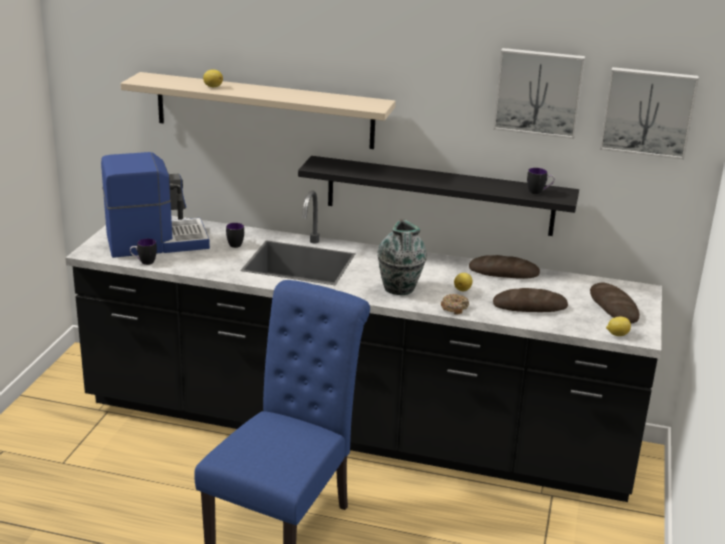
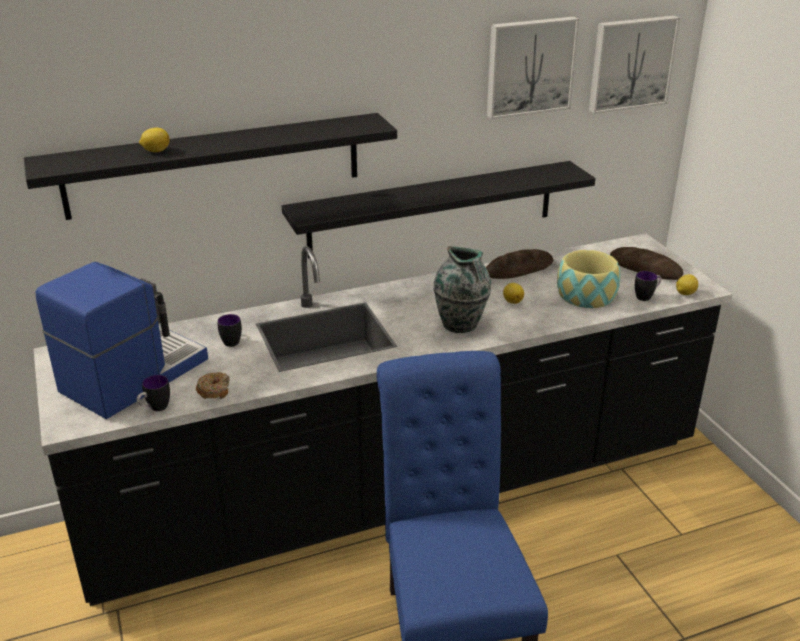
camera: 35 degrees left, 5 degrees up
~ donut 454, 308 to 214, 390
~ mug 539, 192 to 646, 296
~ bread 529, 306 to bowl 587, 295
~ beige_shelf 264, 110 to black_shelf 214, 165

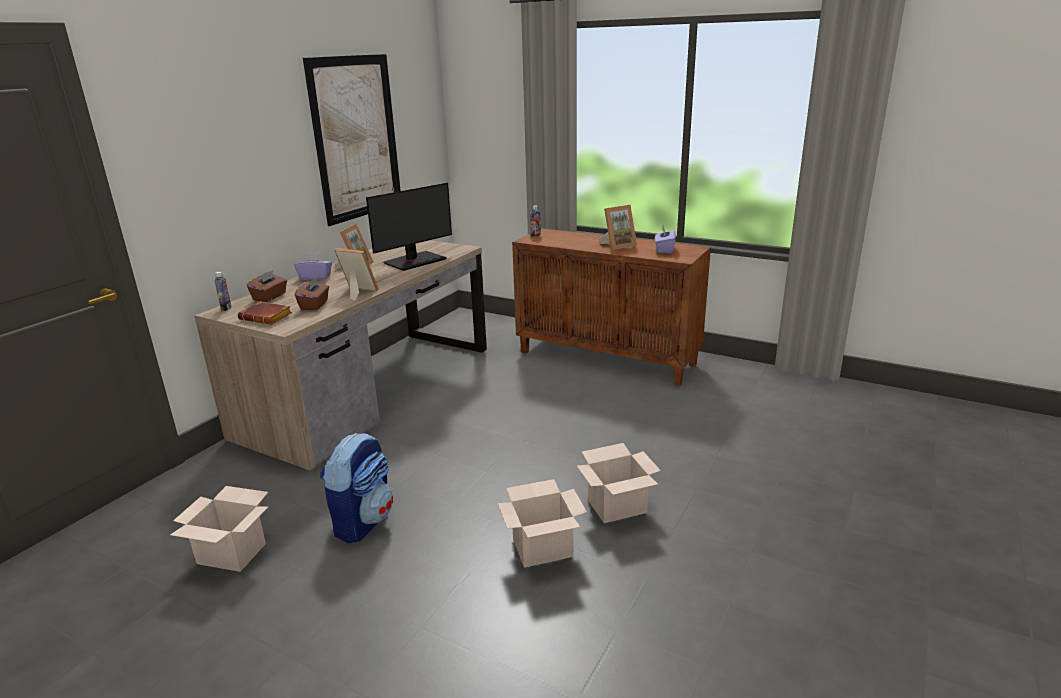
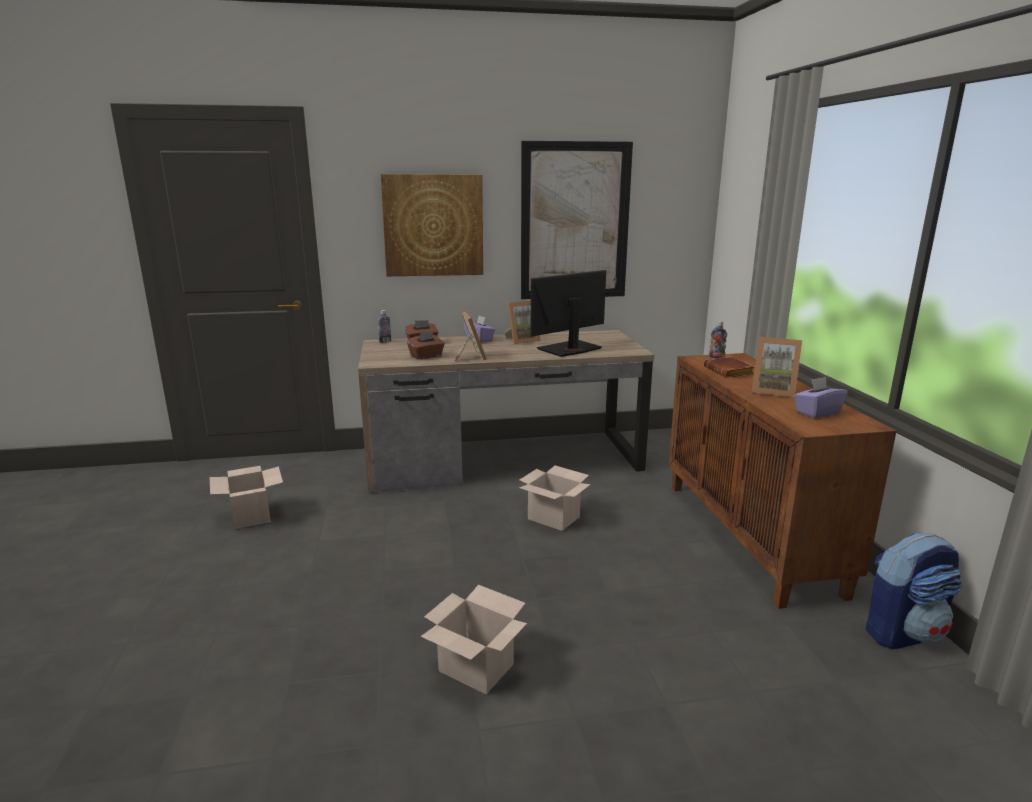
camera: 50 degrees right, 5 degrees down
+ picture 433, 225
~ brown_book 267, 317 to 730, 371
~ backpack 363, 521 to 903, 632
~ cardboard_box 543, 547 to 555, 518
~ monitor 414, 261 = 569, 349 135 degrees clockwise

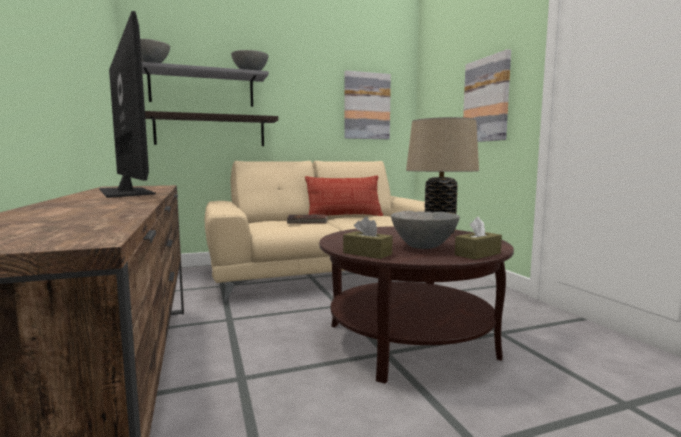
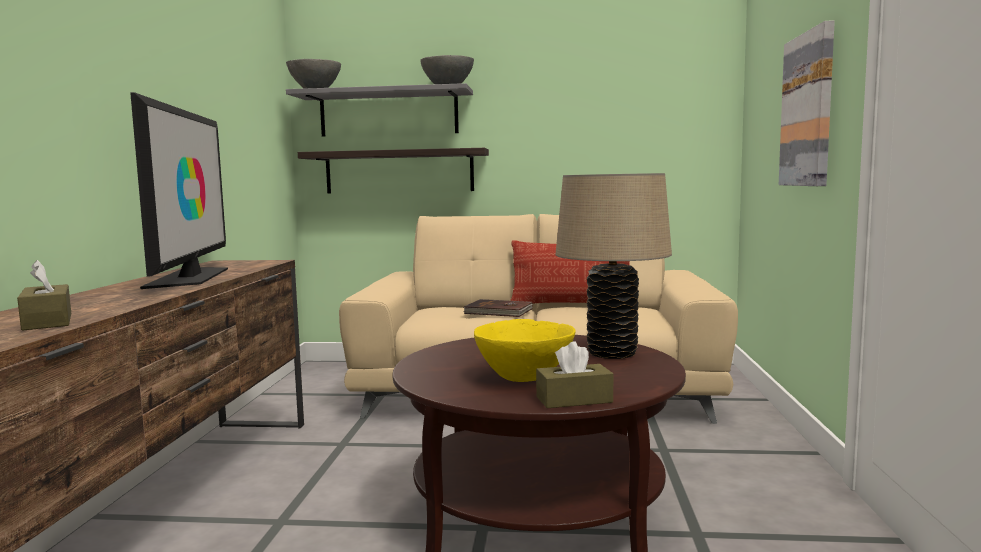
camera: 25 degrees right, 0 degrees up
- picture 366, 106
~ brown_tissue_box 367, 253 to 47, 321
~ grey_bowl 423, 247 to yellow_bowl 524, 378

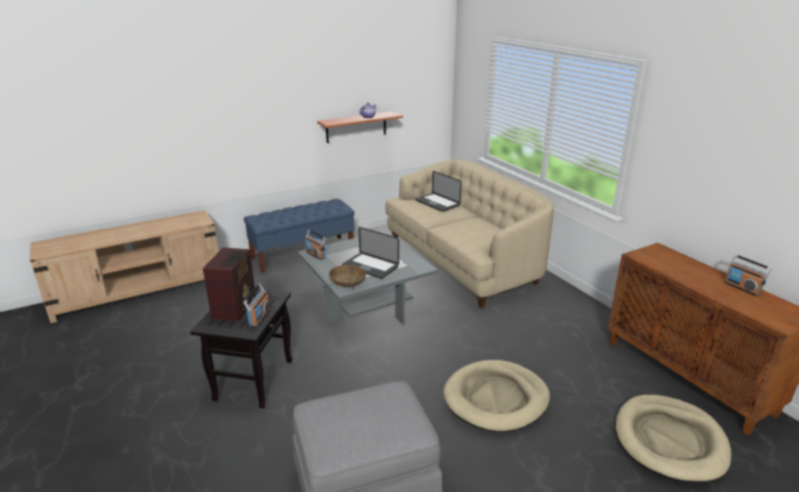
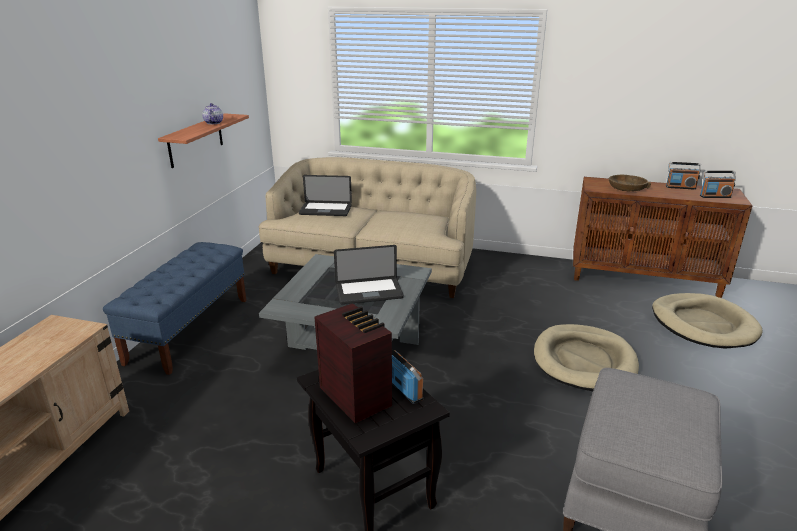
camera: 45 degrees left, 0 degrees up
~ radio 315, 254 to 715, 196
~ brown_bowl 347, 281 to 627, 188

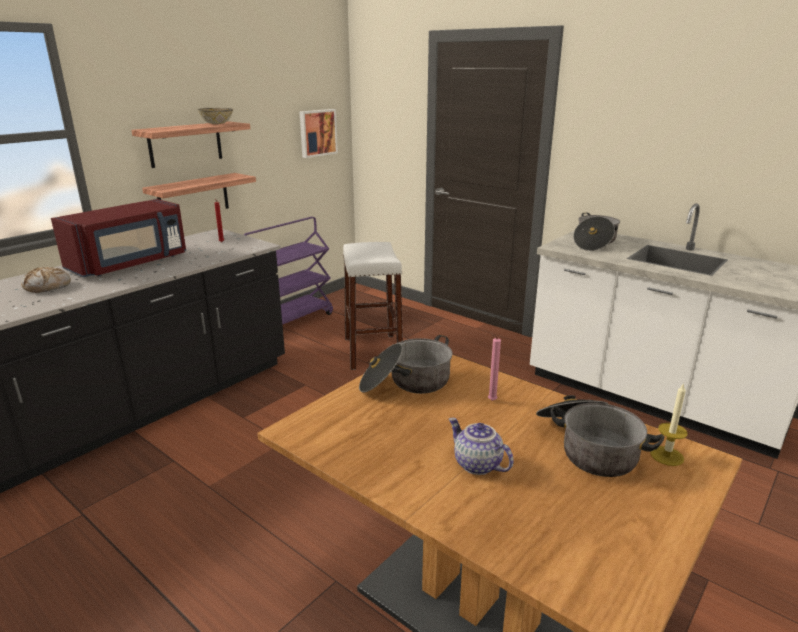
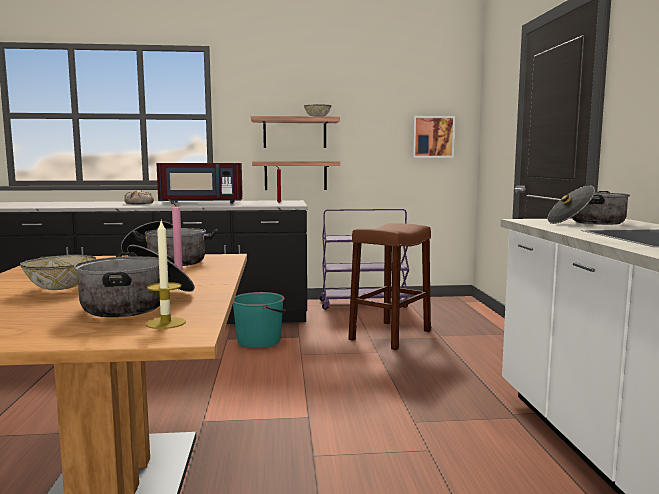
camera: 45 degrees right, 15 degrees down
+ turquoise_bucket 259, 341
~ teapot 476, 465 to bowl 60, 288
~ white_stool 372, 351 to brown_stool 390, 335

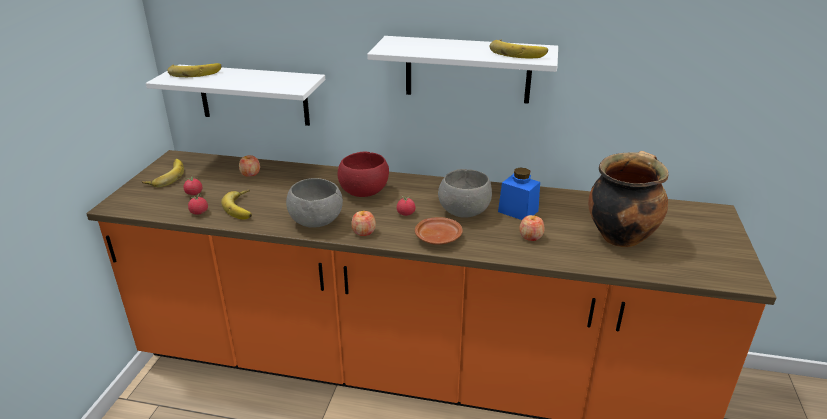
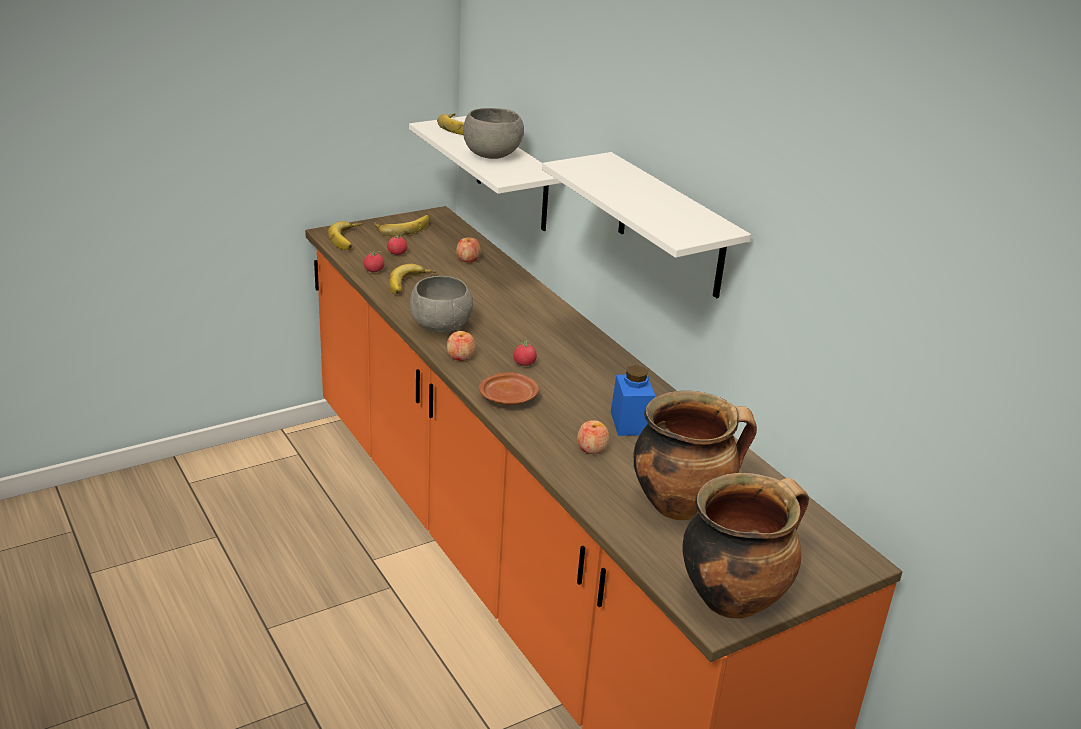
camera: 45 degrees right, 0 degrees up
- red_bowl 363, 192
+ cooking_pot 733, 597
~ grey_bowl 463, 212 to 491, 155
~ banana 518, 52 to 349, 239

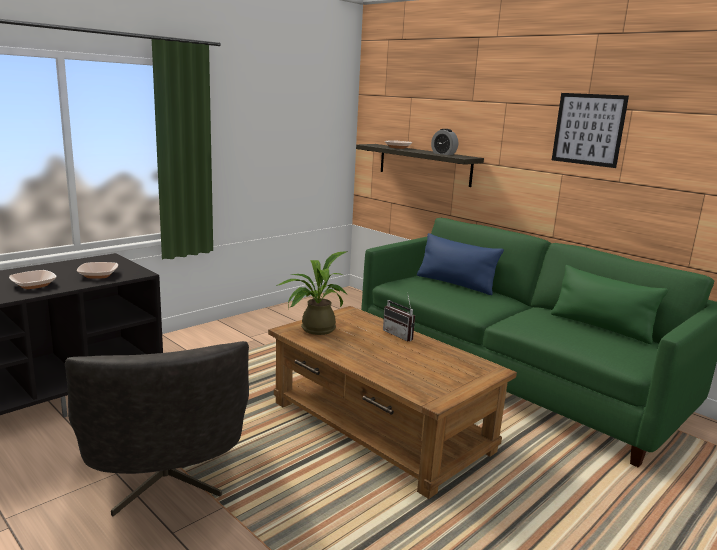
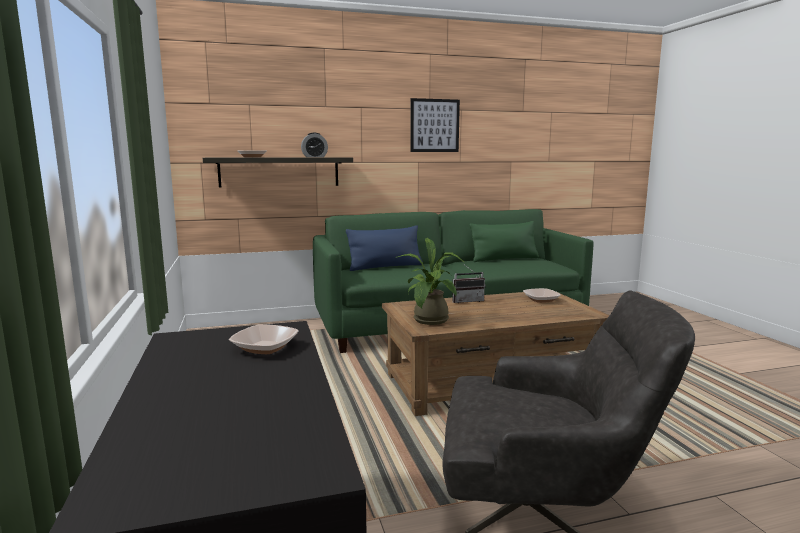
camera: 60 degrees left, 5 degrees down
~ bowl 33, 285 to 541, 300

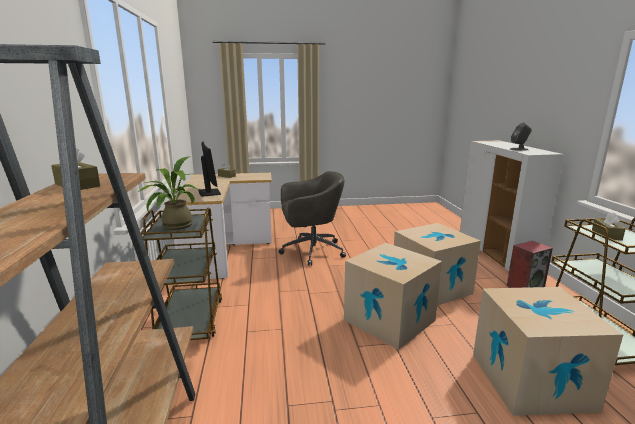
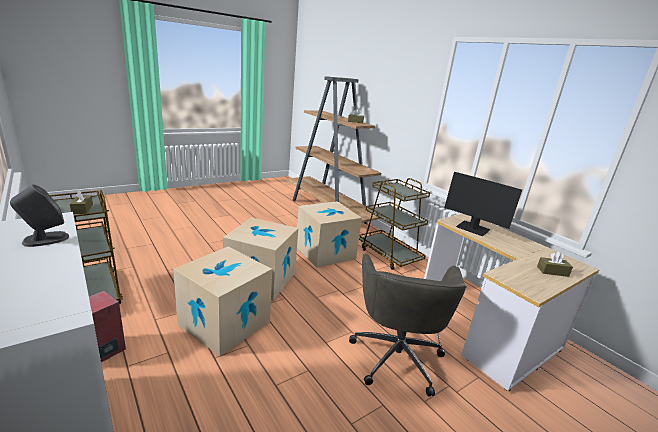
camera: 150 degrees right, 5 degrees up
- potted_plant 174, 226
~ cardboard_box 531, 381 to 325, 252
~ grey_office_chair 311, 251 = 396, 355 45 degrees counterclockwise

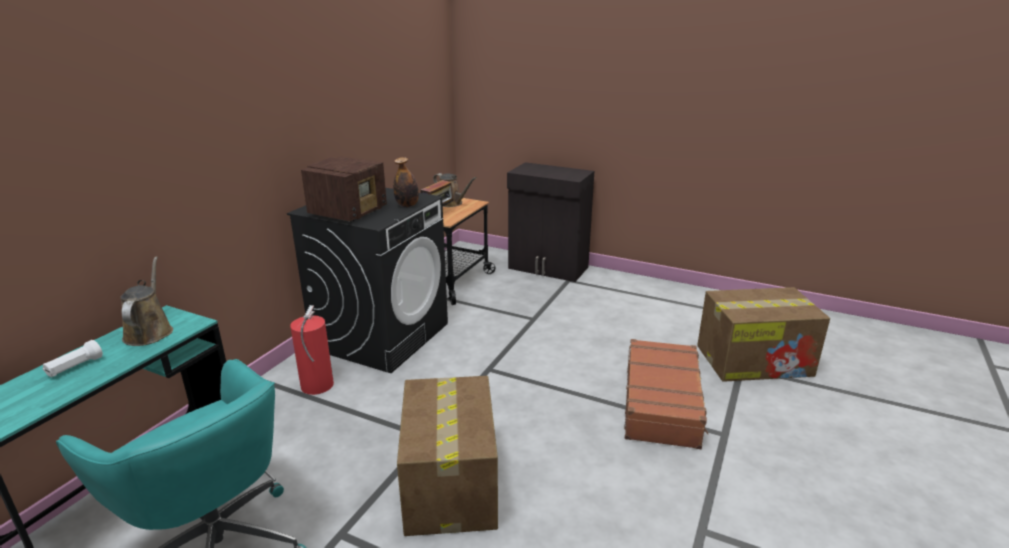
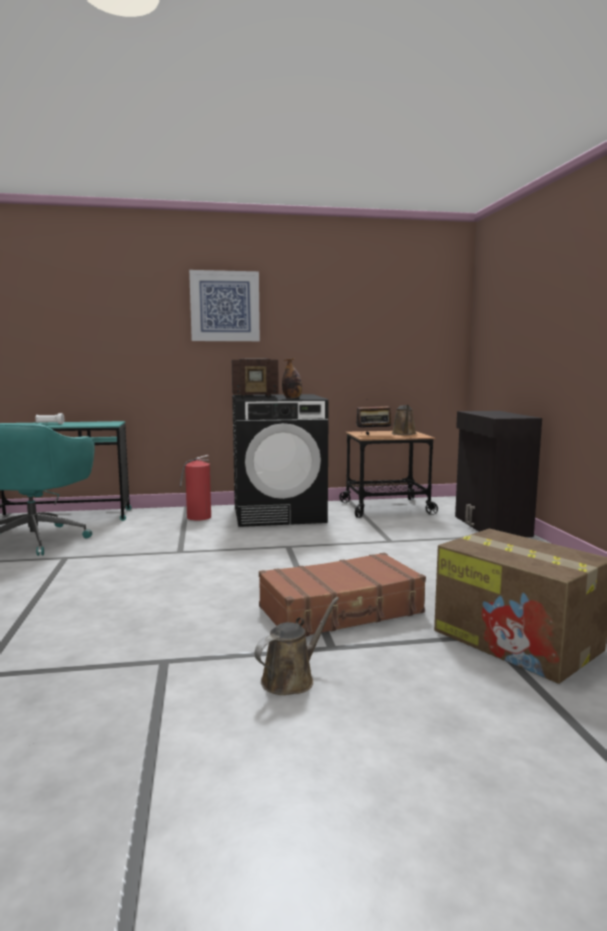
camera: 55 degrees right, 15 degrees down
- cardboard_box 450, 482
+ picture 225, 306
~ brown_watering_can 150, 331 to 291, 679

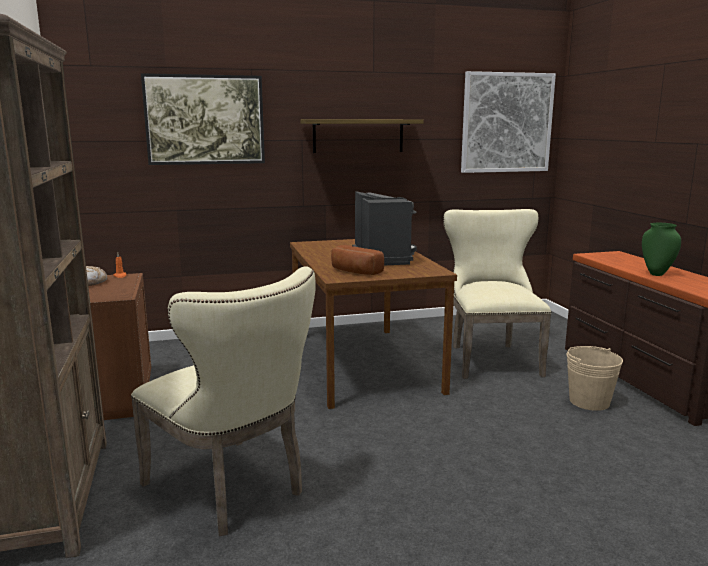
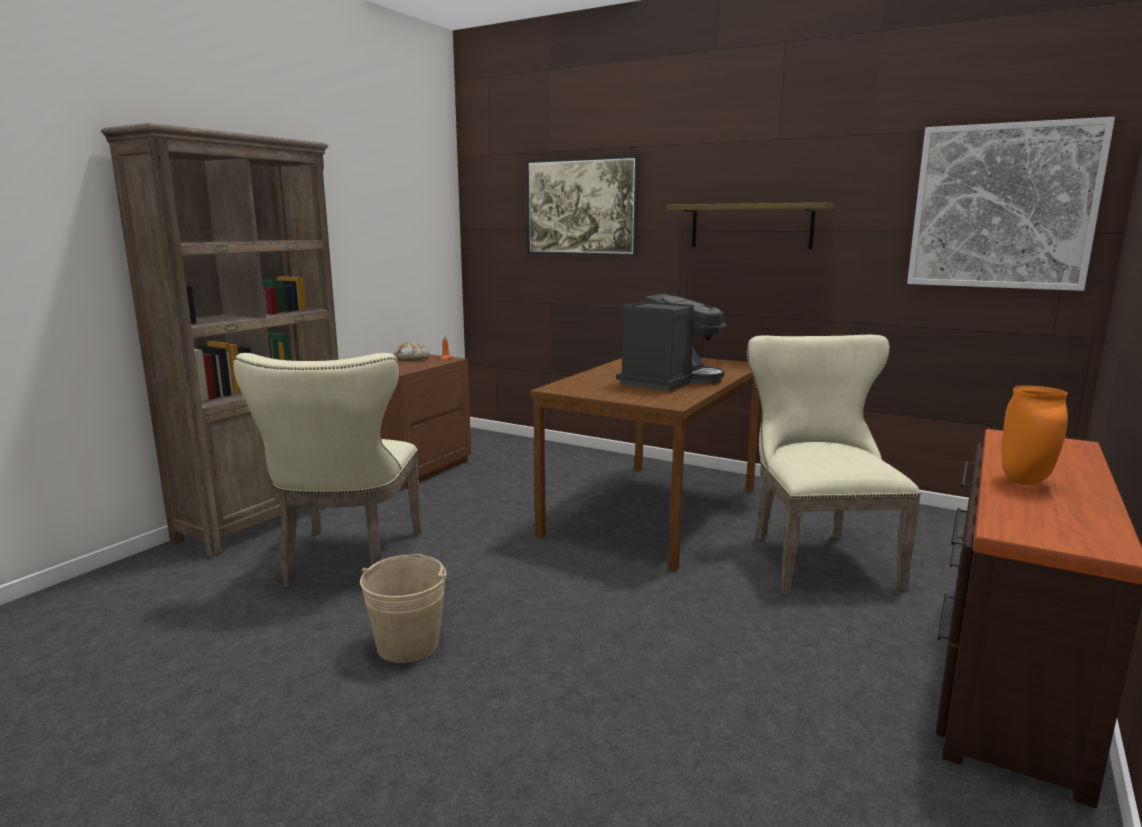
camera: 45 degrees right, 0 degrees up
- bread 354, 272
~ beige_bucket 589, 401 to 408, 645
~ green_vase 656, 274 to orange_vase 1023, 482
~ beige_chair 490, 358 = 815, 557 45 degrees counterclockwise

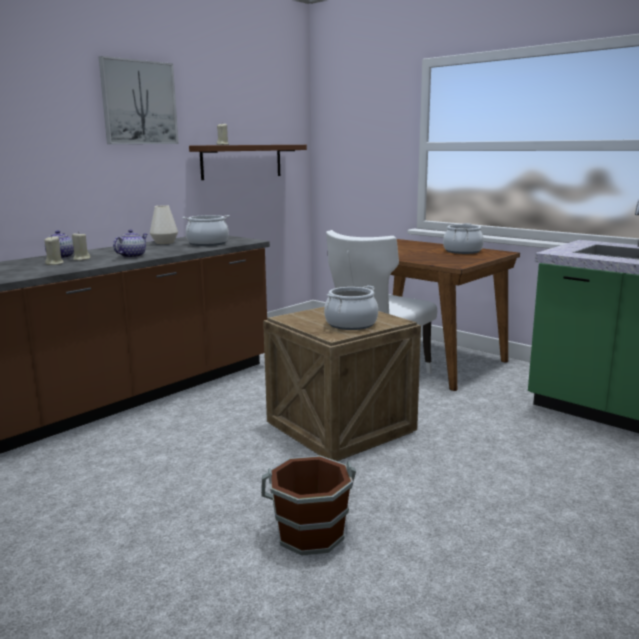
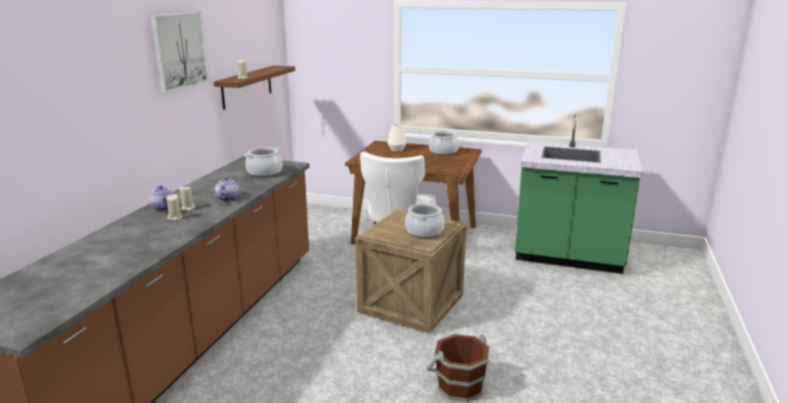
camera: 25 degrees left, 5 degrees up
~ white_vase 164, 242 to 397, 150

